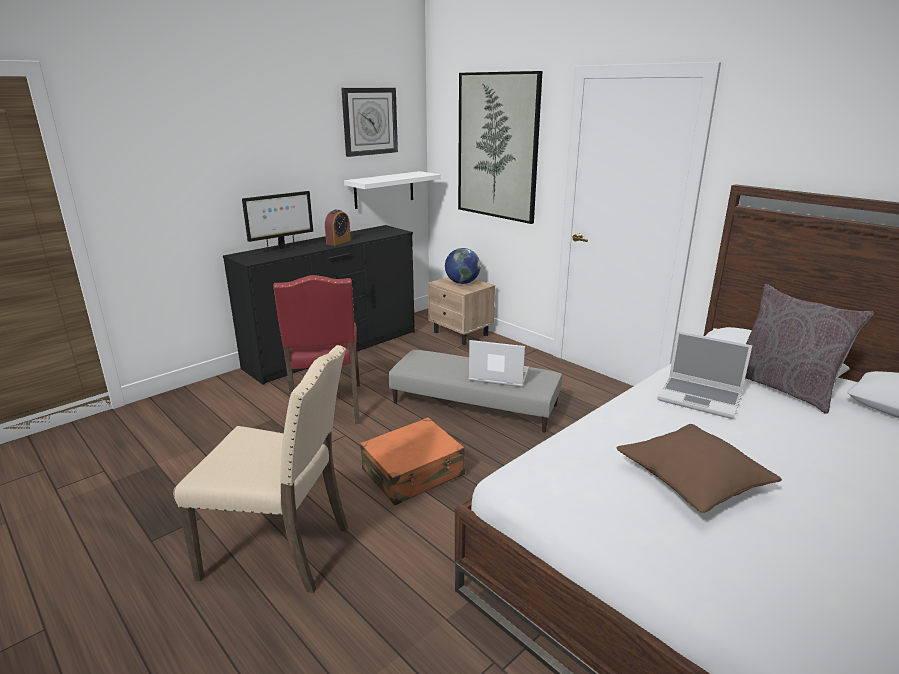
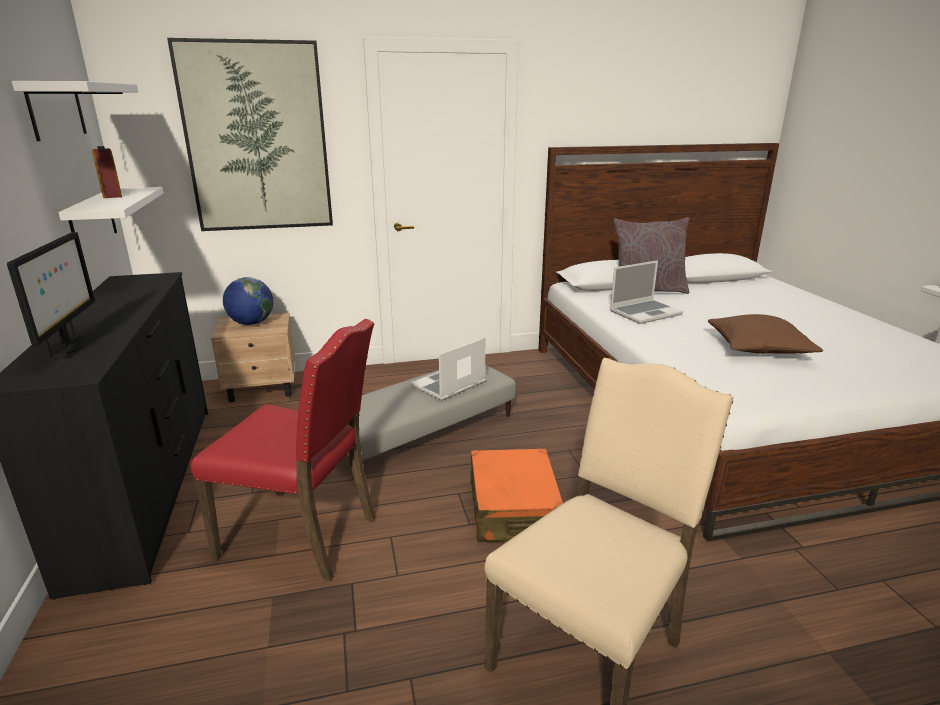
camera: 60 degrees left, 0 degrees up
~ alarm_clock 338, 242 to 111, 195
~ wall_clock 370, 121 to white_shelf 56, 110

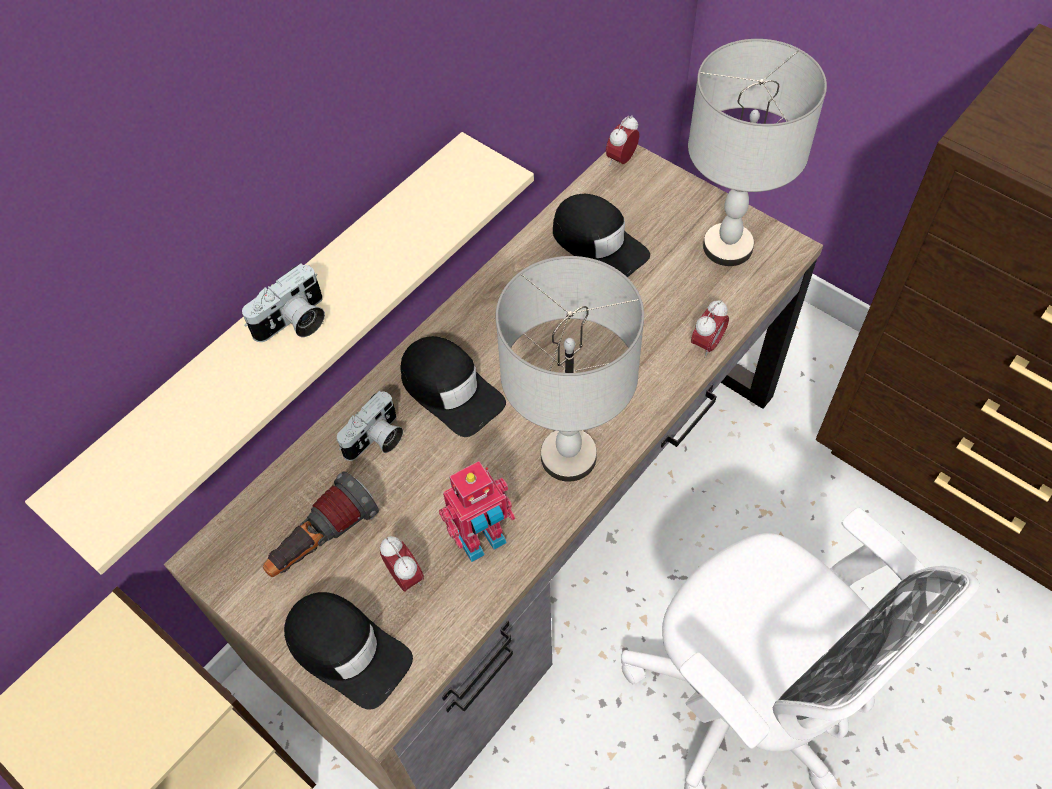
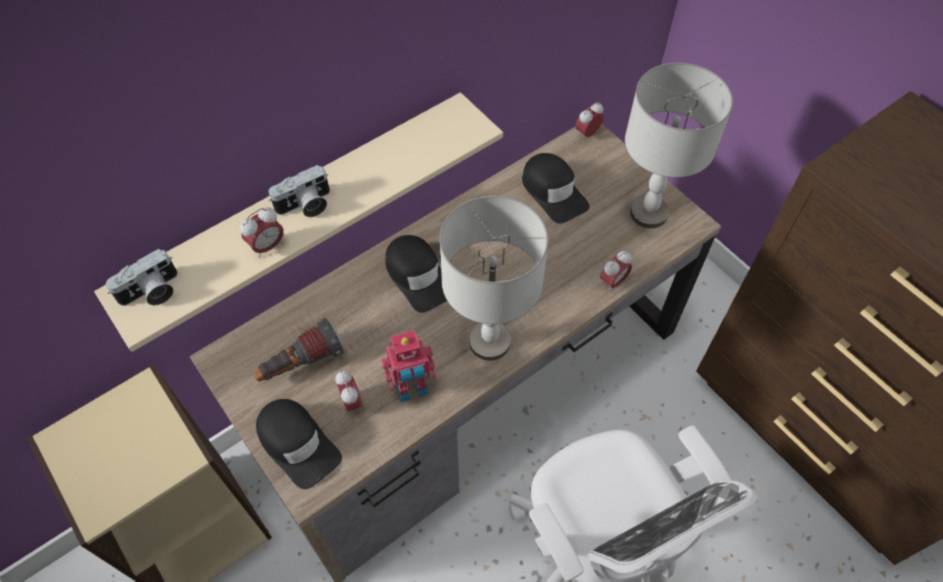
camera: 10 degrees right, 0 degrees up
+ alarm_clock 267, 246
~ photo_camera 376, 440 to 152, 292

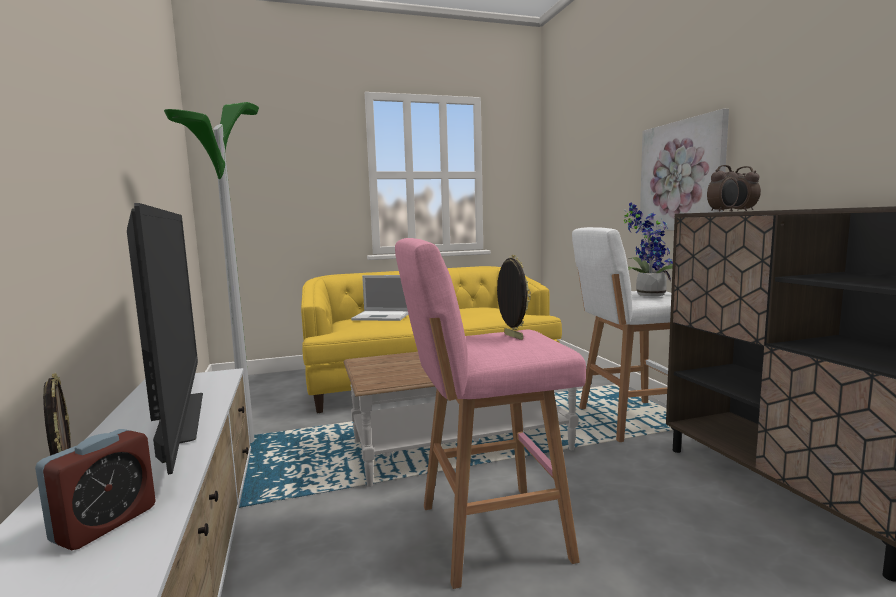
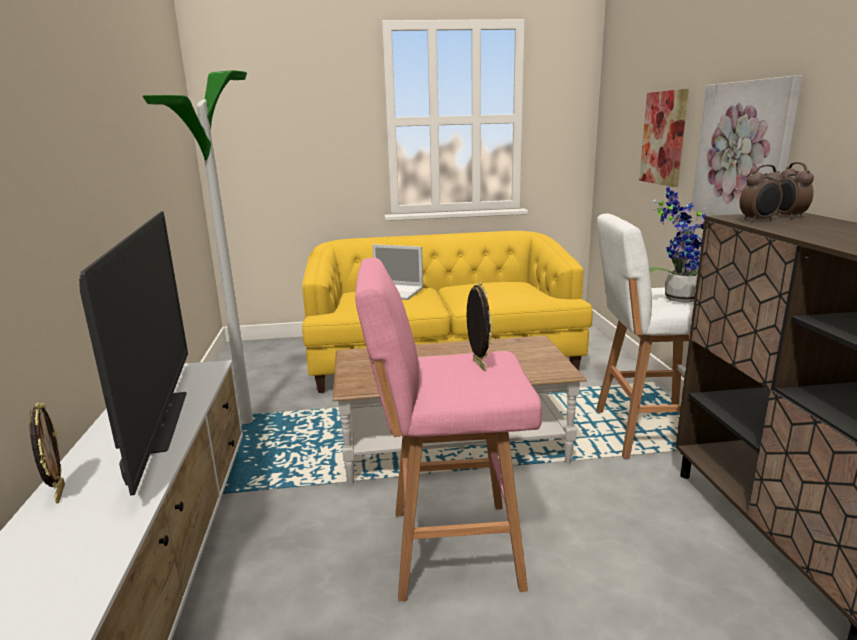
camera: 10 degrees right, 10 degrees up
- alarm_clock 105, 524
+ picture 664, 138

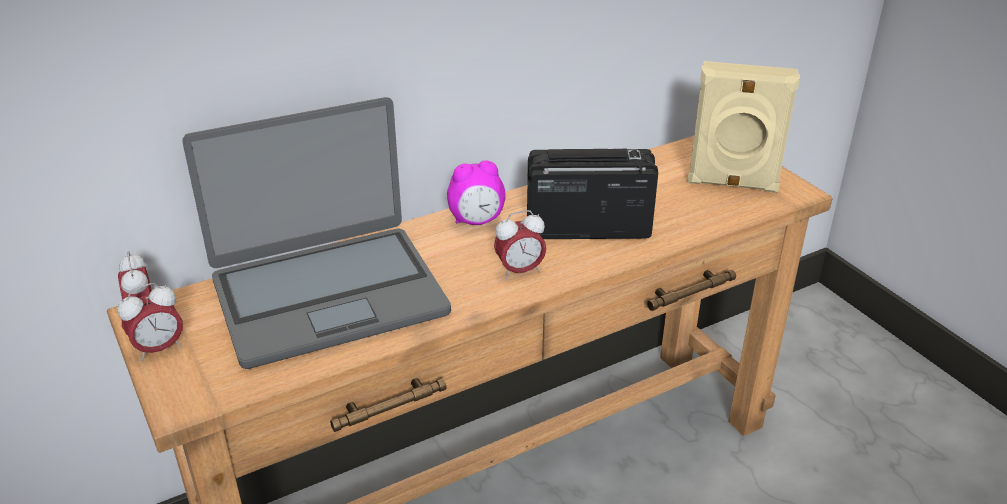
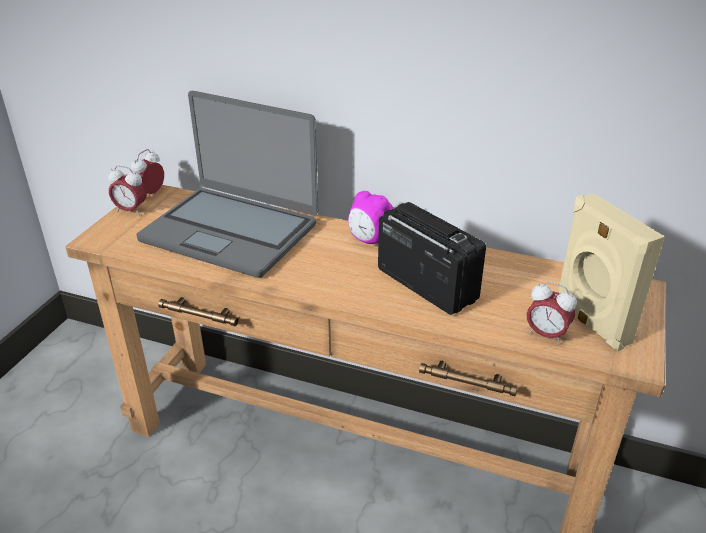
camera: 50 degrees right, 0 degrees up
~ alarm_clock 519, 271 to 546, 335

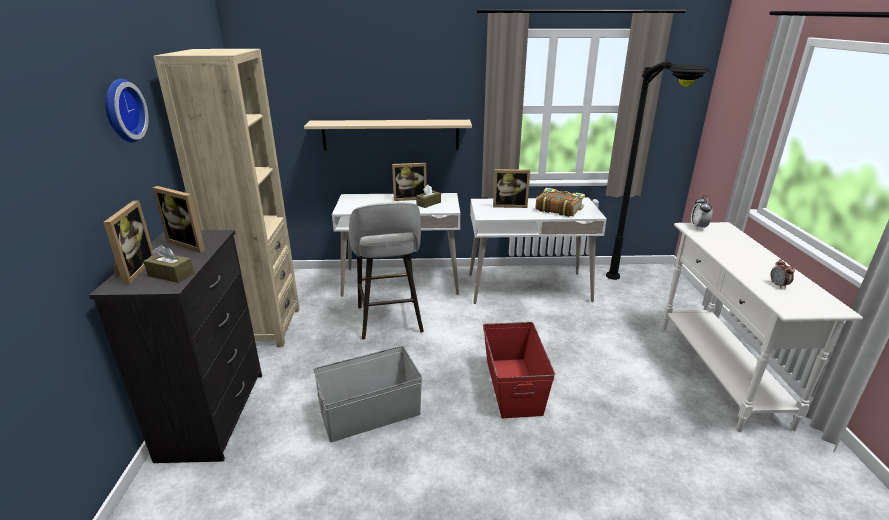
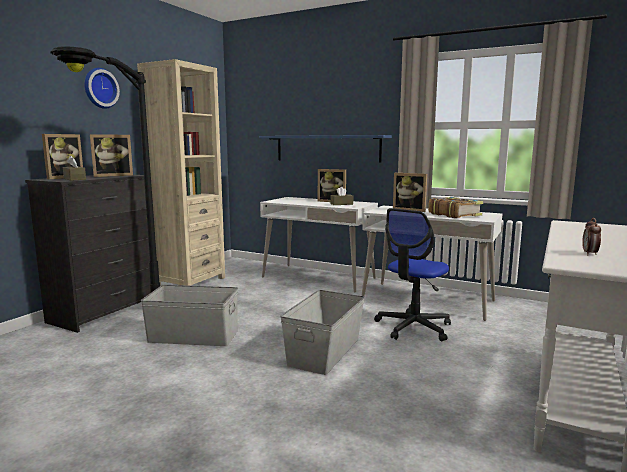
camera: 30 degrees right, 15 degrees down
- grey_stool 389, 320
- alarm_clock 698, 227
+ office_chair 413, 327
~ black_floor_lamp 631, 298 to 118, 328
~ beige_shelf 390, 135 to blue_shelf 327, 148
~ red_storage_box 514, 386 to grey_storage_box 325, 351
~ picture_frame 191, 243 = 113, 175 90 degrees counterclockwise

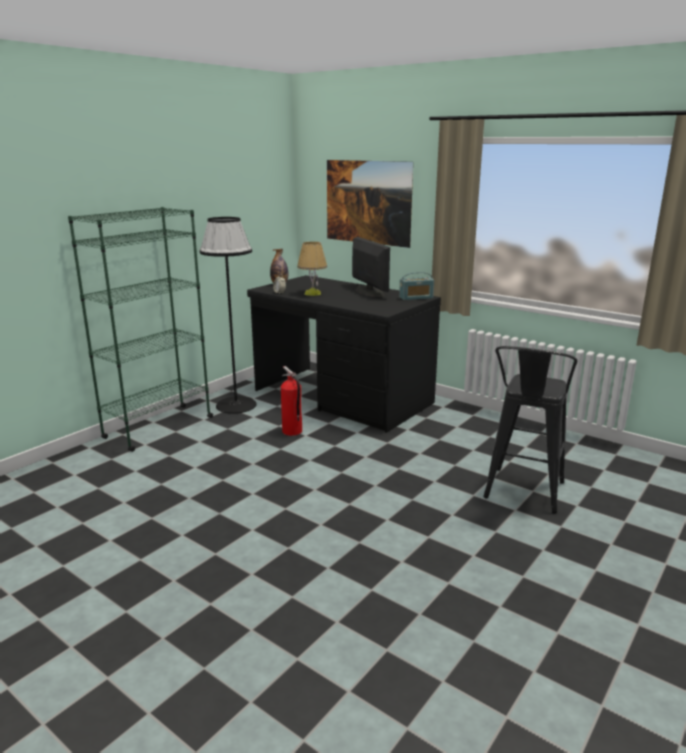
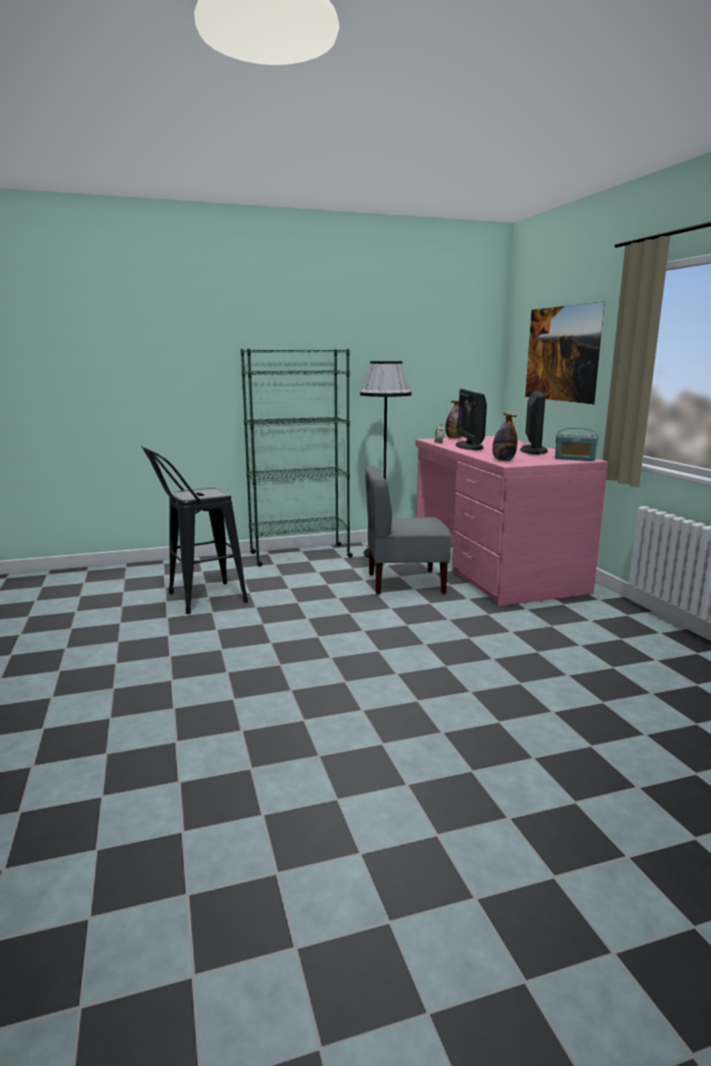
camera: 35 degrees right, 5 degrees down
+ bottle 503, 460
~ black_stool 522, 495 to 198, 599
~ fire_extinguisher 292, 432 to grey_chair 405, 583
~ table_lamp 312, 293 to monitor 469, 446
~ black_desk 342, 397 to pink_desk 493, 568

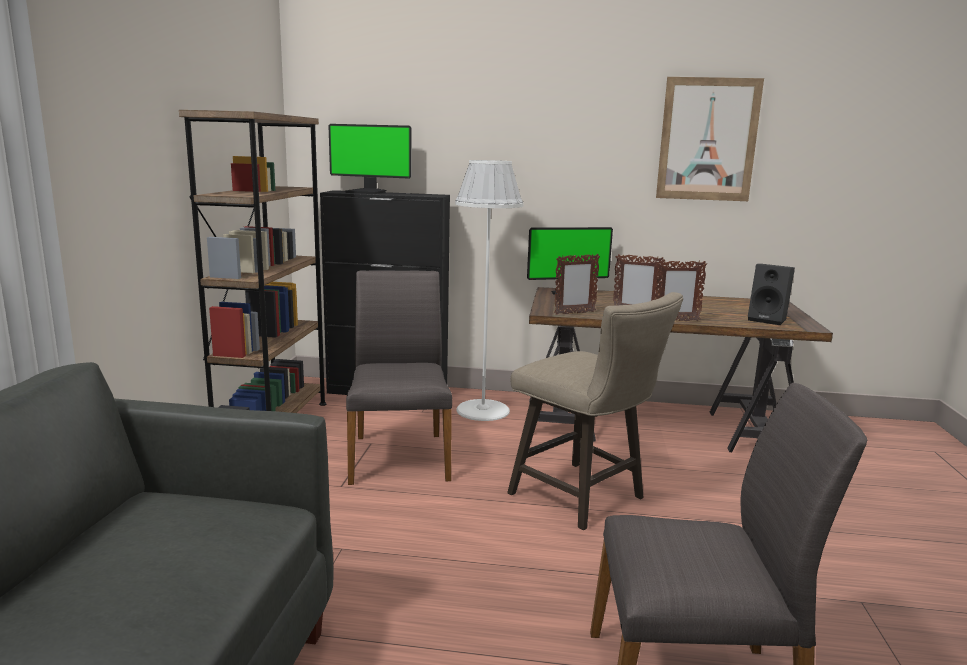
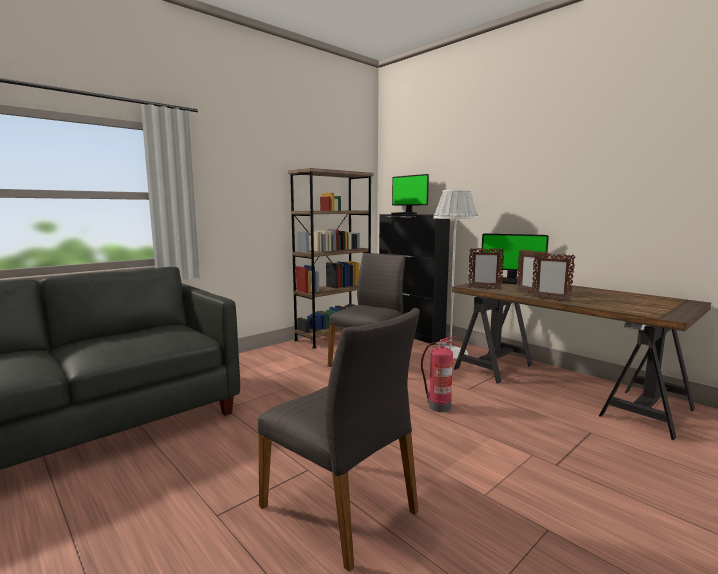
camera: 40 degrees right, 5 degrees down
- picture 708, 140
- black_speaker 768, 320
~ beige_stool 584, 499 to fire_extinguisher 438, 407

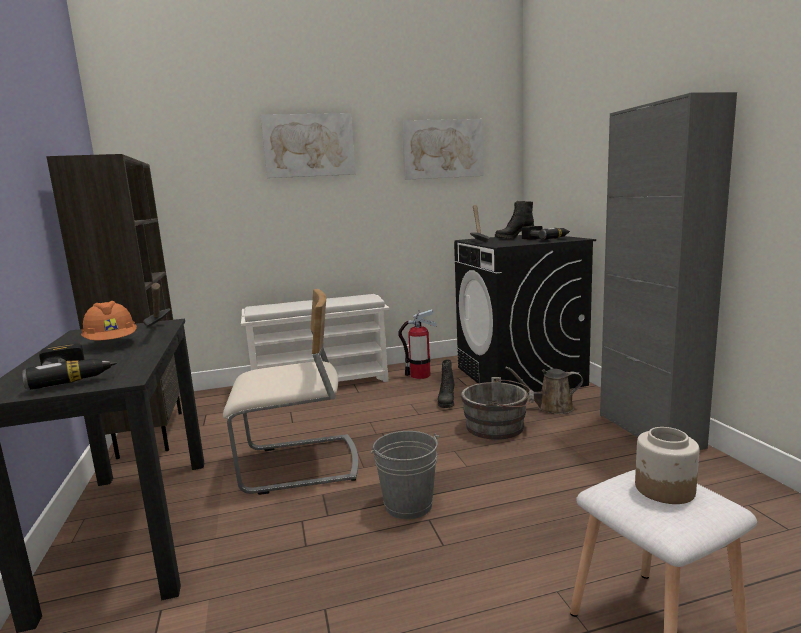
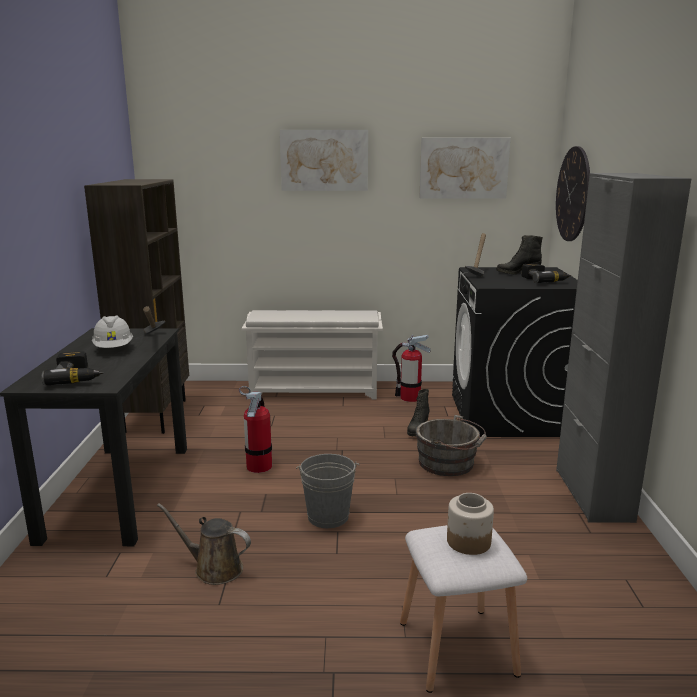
camera: 15 degrees right, 5 degrees up
+ wall_clock 573, 194
~ brown_watering_can 551, 407 to 214, 568
~ beige_chair 299, 465 to fire_extinguisher 259, 466
~ orange_hard_hat 112, 344 to white_hard_hat 114, 349

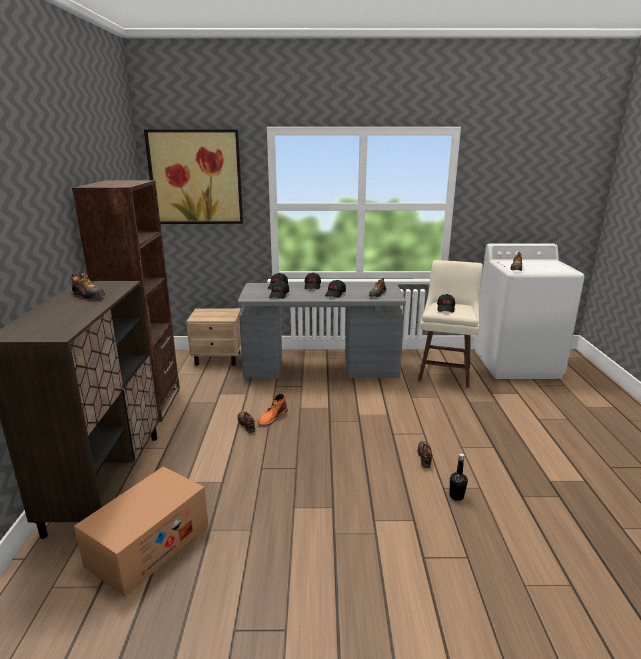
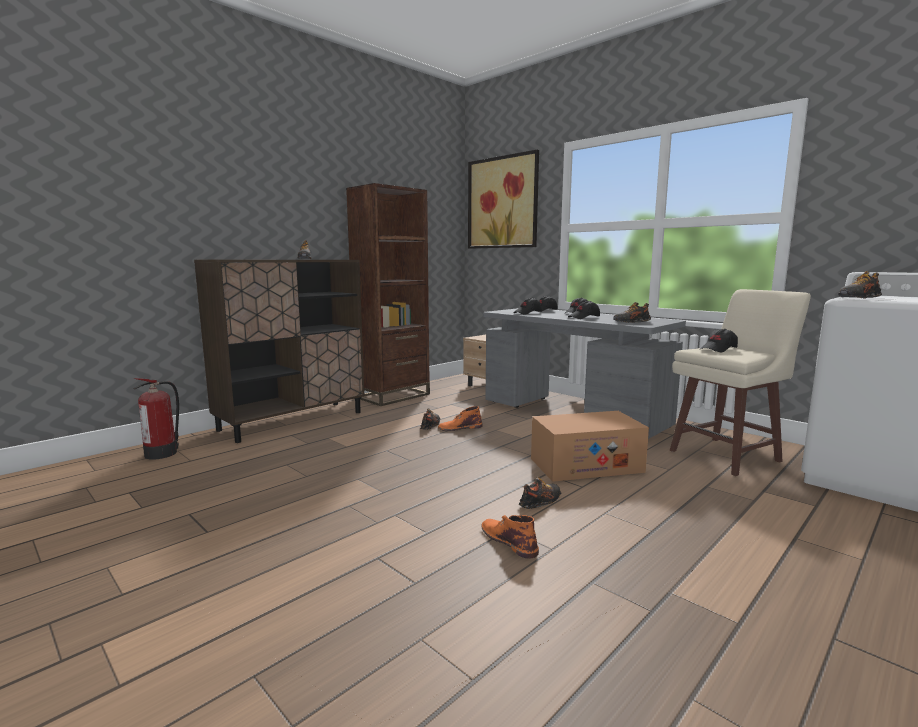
camera: 45 degrees right, 10 degrees down
+ fire_extinguisher 162, 453
~ cardboard_box 148, 544 to 586, 465
~ black_bottle 456, 496 to orange_boot 509, 540

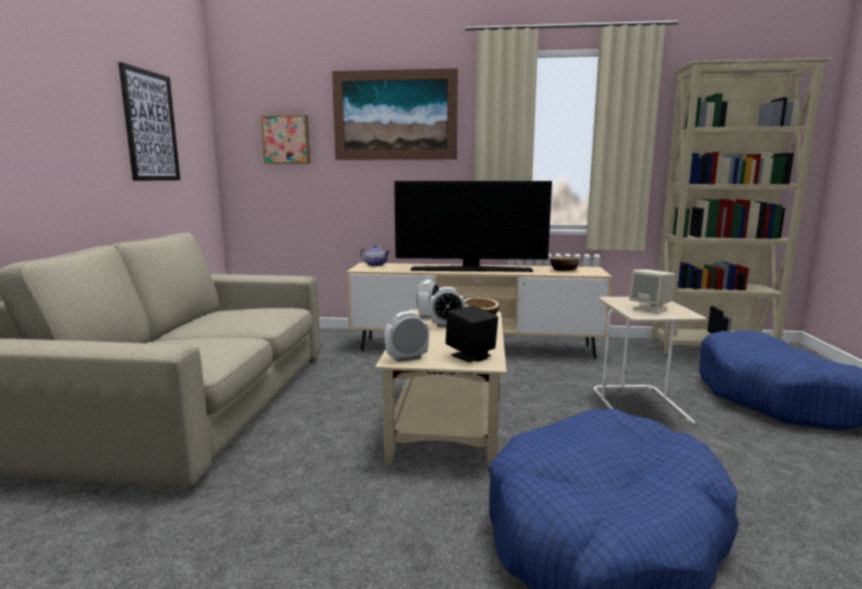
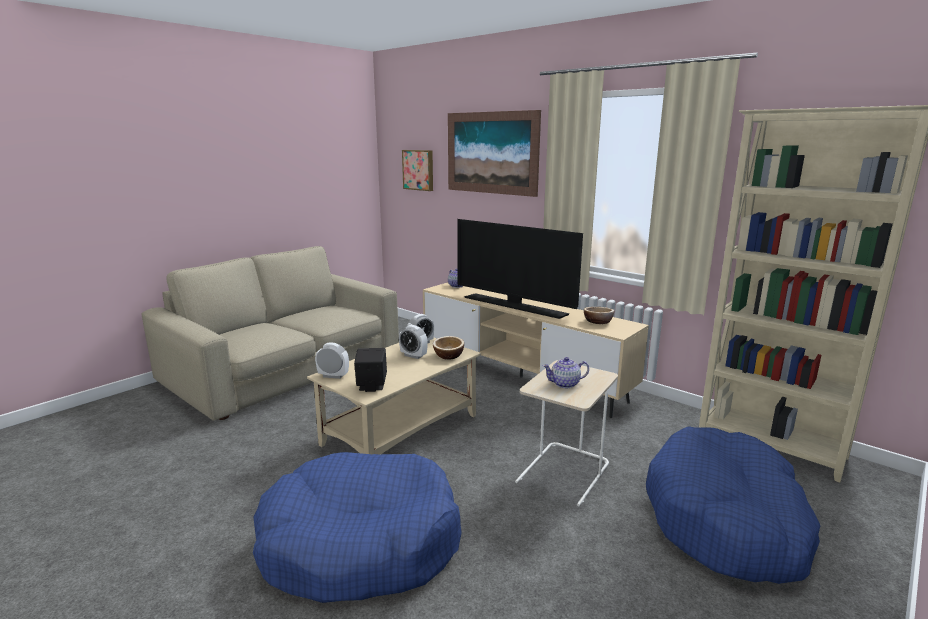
camera: 35 degrees right, 5 degrees up
- picture 150, 126
~ beige_speaker 650, 308 to teapot 565, 384

